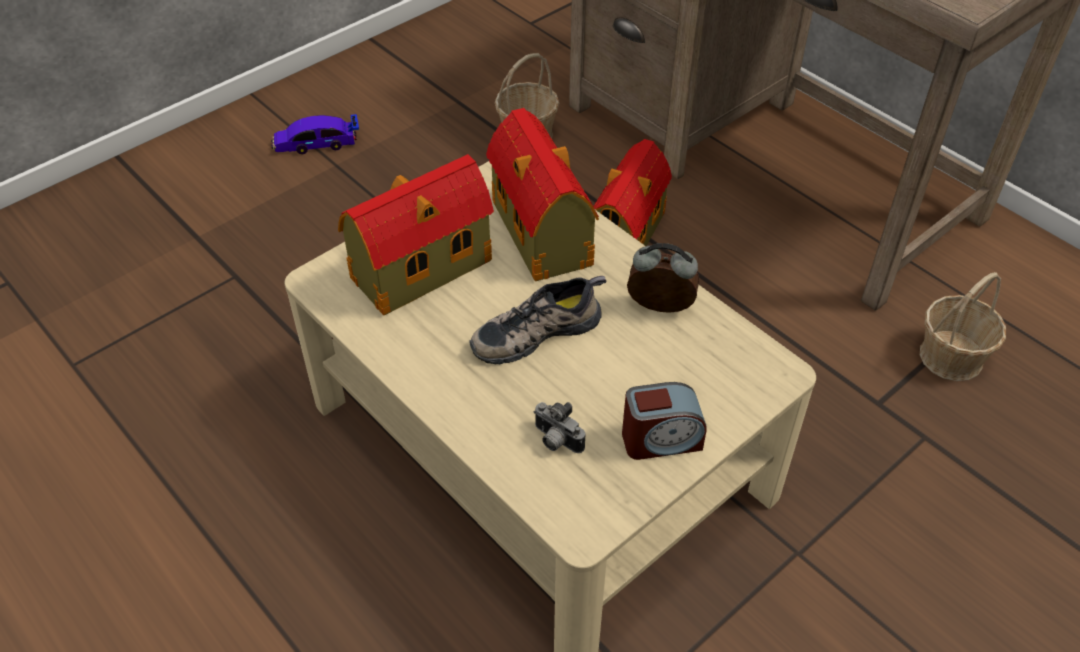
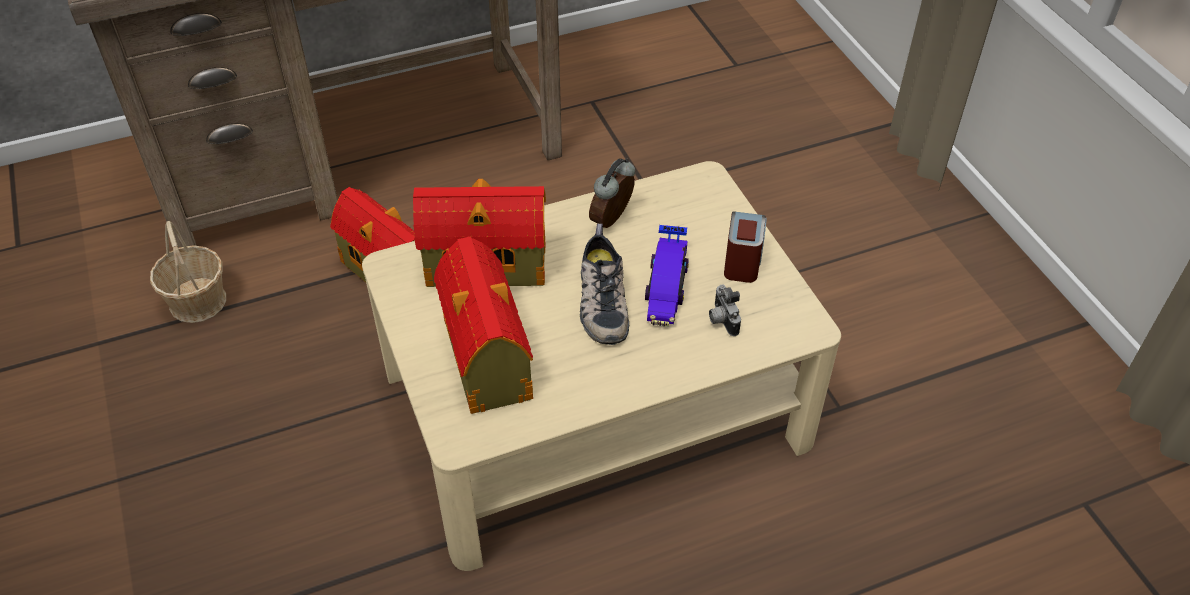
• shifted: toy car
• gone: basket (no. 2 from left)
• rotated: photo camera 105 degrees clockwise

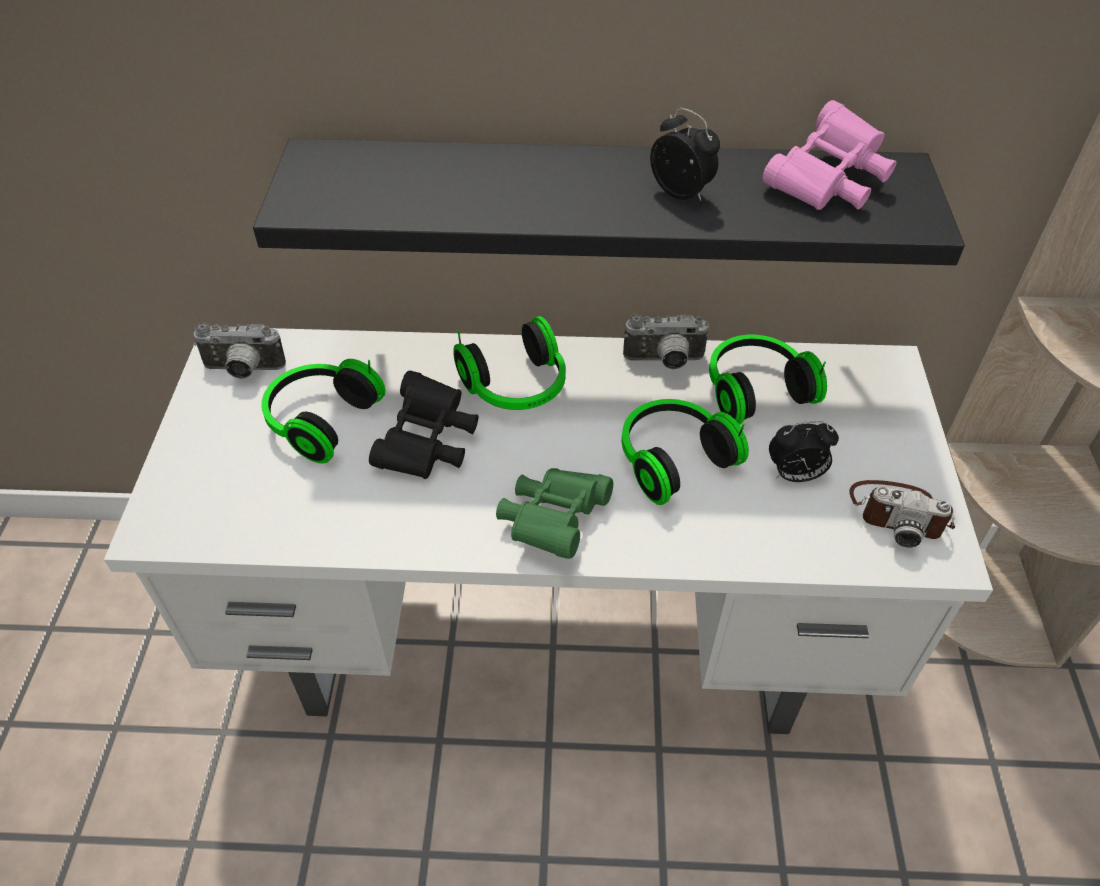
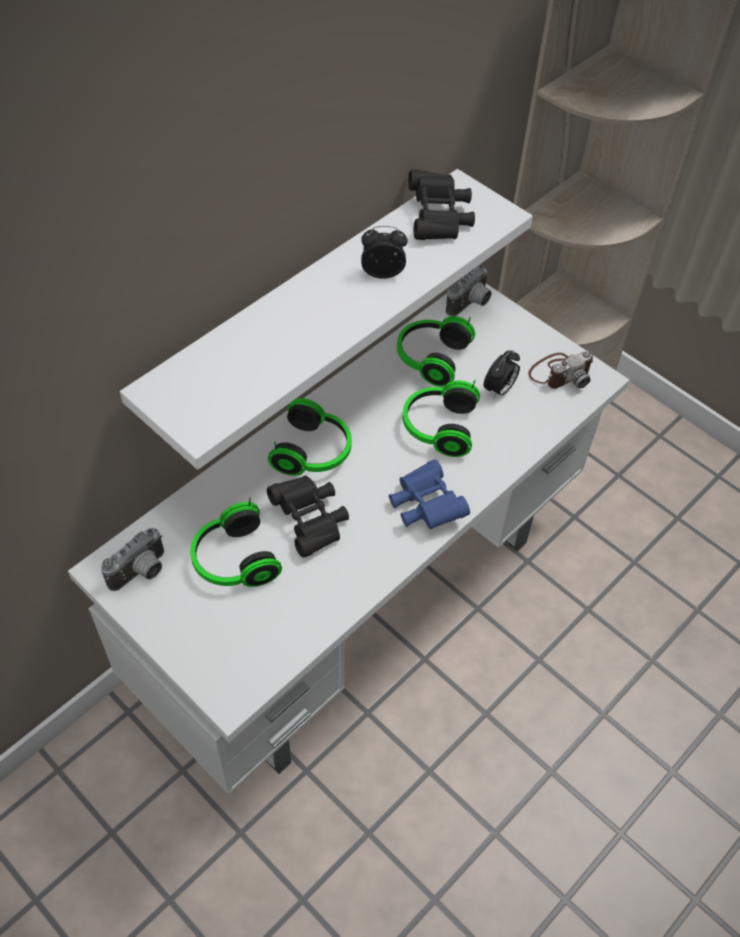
• repainted: pink binoculars to black binoculars (no. 2 from left)
• repainted: black shelf to white shelf
• shifted: photo camera (no. 2 from left)
• repainted: green binoculars to blue binoculars

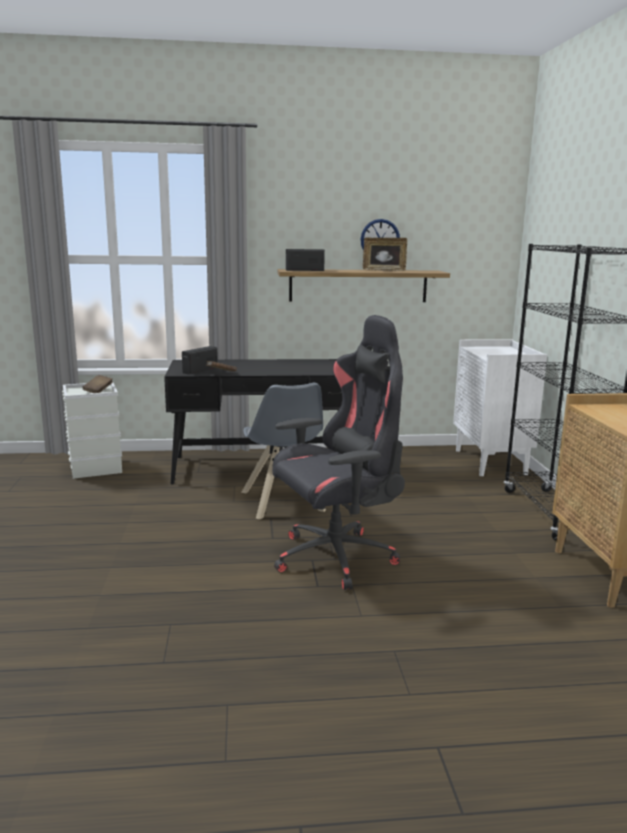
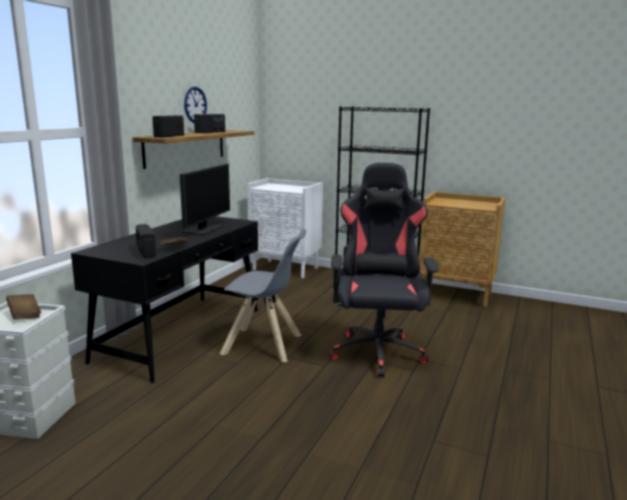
• swapped: picture frame to radio (no. 3 from left)
• new: monitor

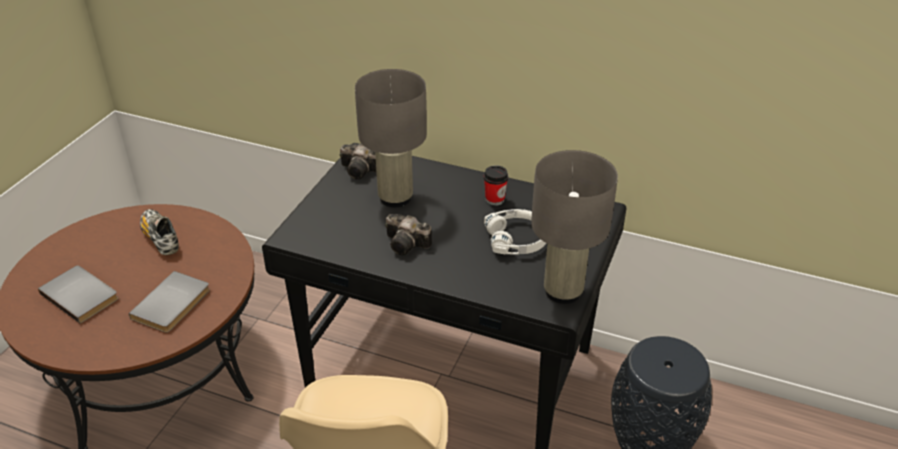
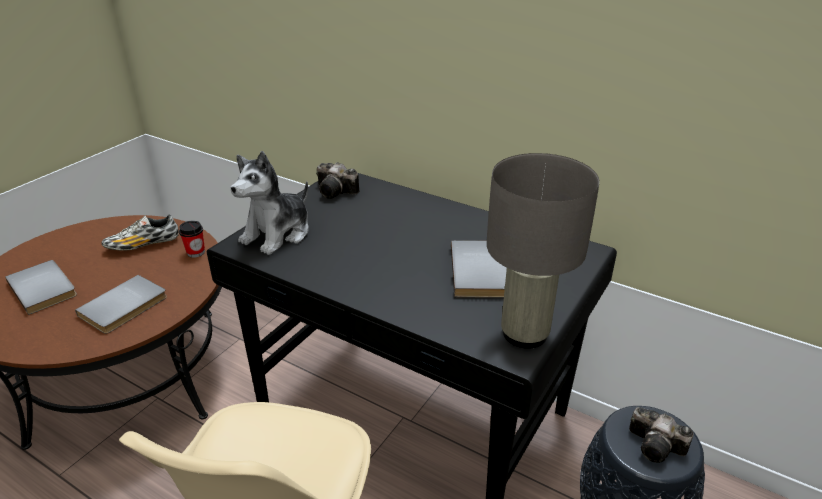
• gone: grey table lamp (no. 1 from left)
• shifted: cup
• rotated: shoe 90 degrees counterclockwise
• swapped: white headphones to grey book (no. 3 from left)
• shifted: photo camera (no. 2 from left)
• new: plush toy

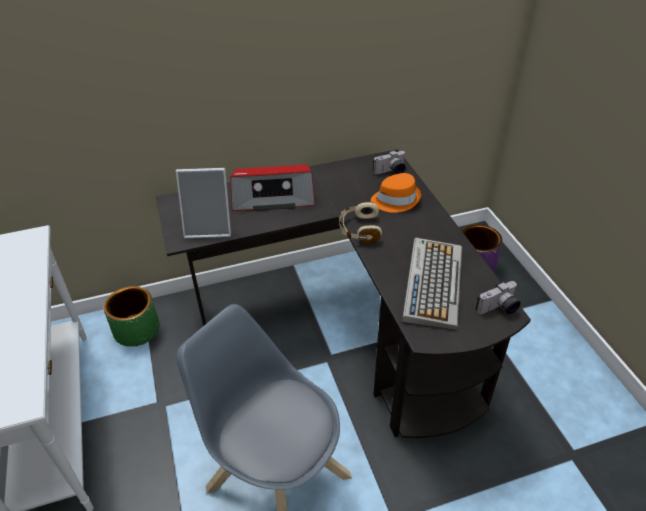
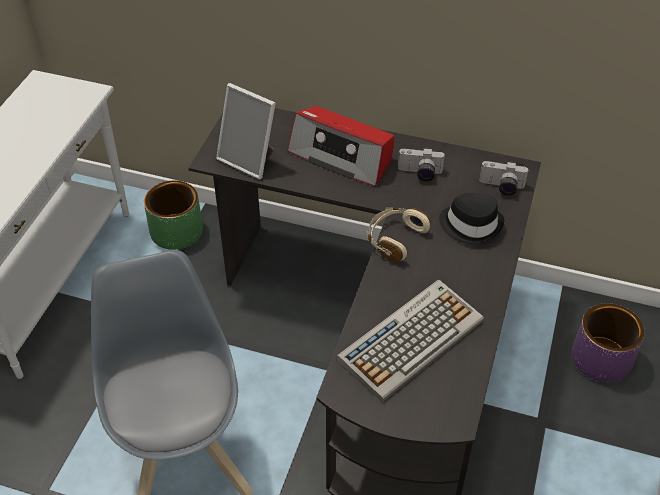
• repainted: orange hat to black hat
• shifted: photo camera (no. 2 from left in the first image) to photo camera (no. 1 from left)

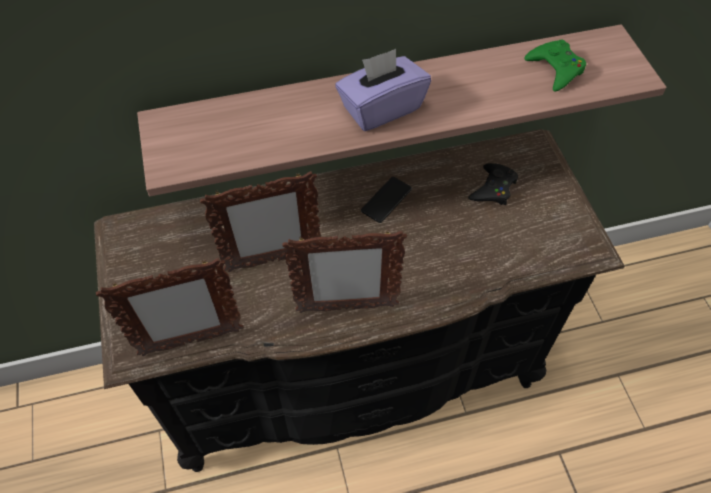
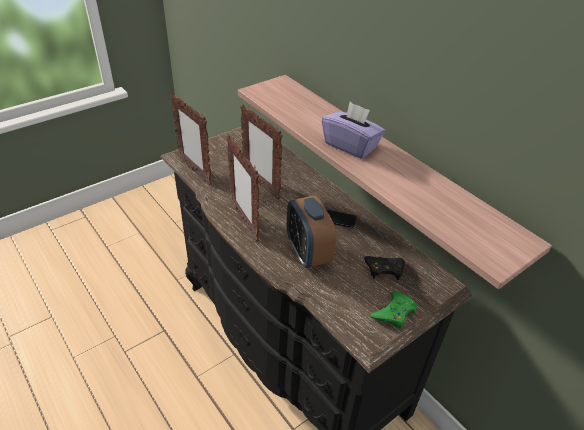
• shifted: green game controller
• new: alarm clock

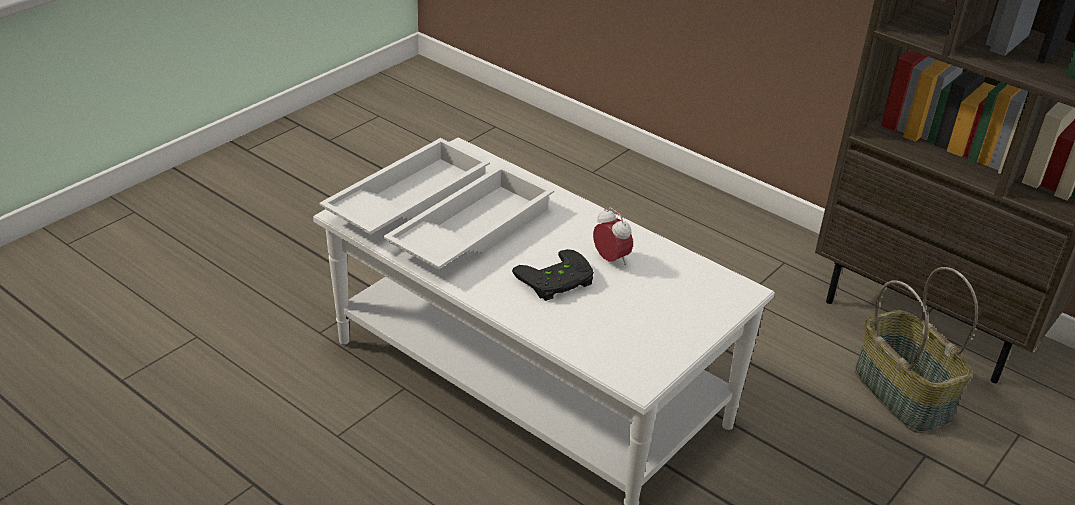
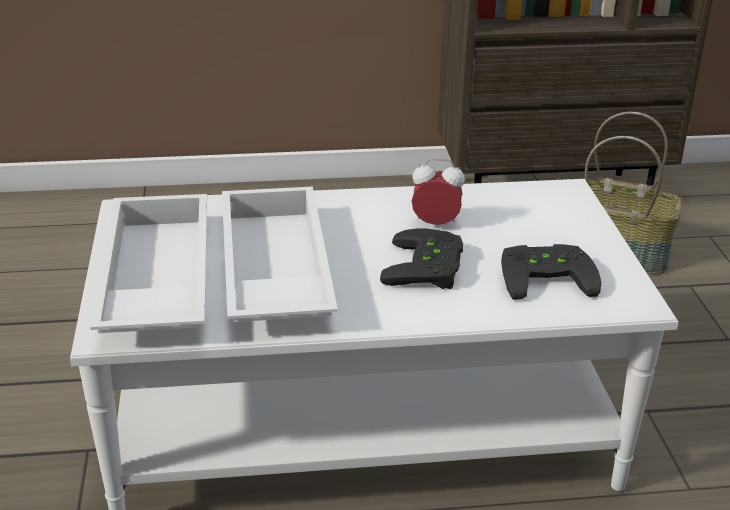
• new: black game controller (no. 2 from left)

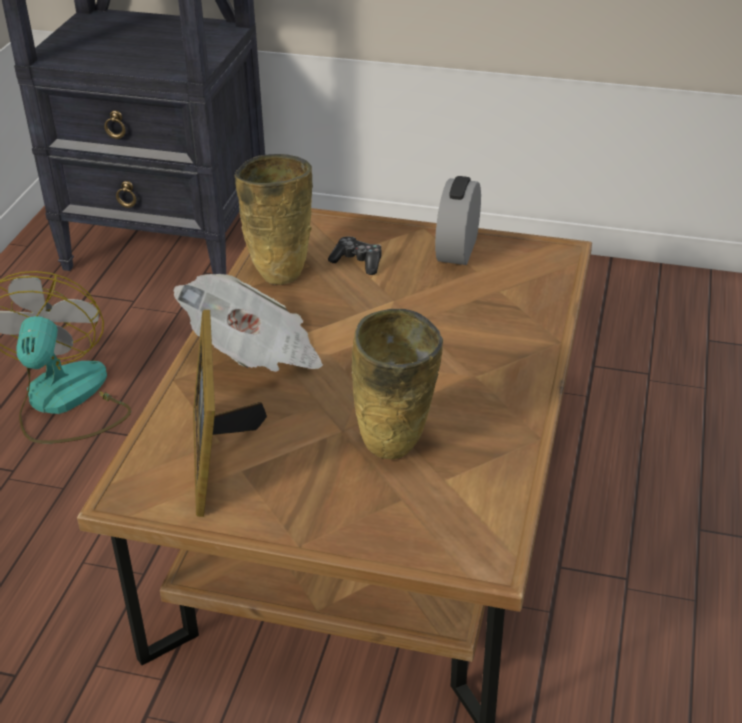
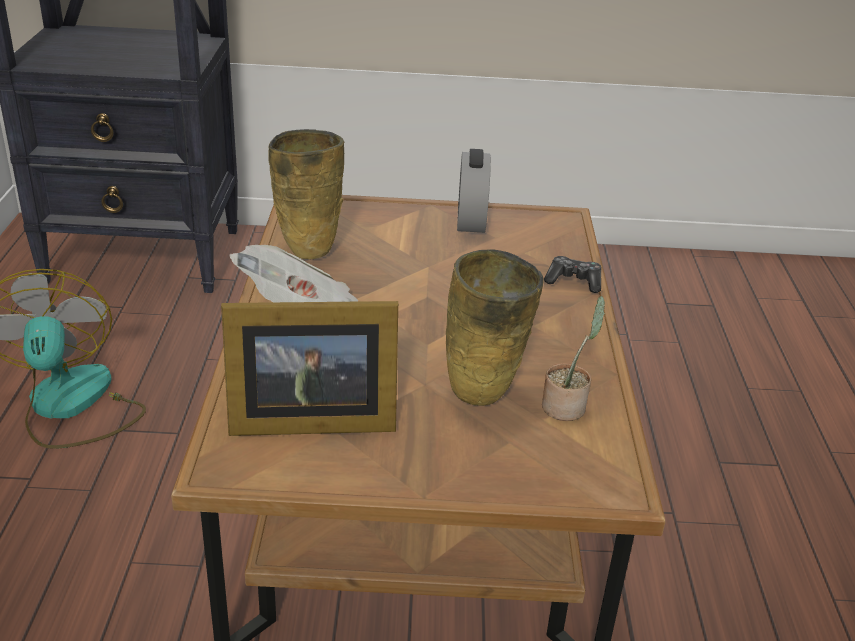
• shifted: game controller
• rotated: picture frame 75 degrees counterclockwise
• new: potted plant

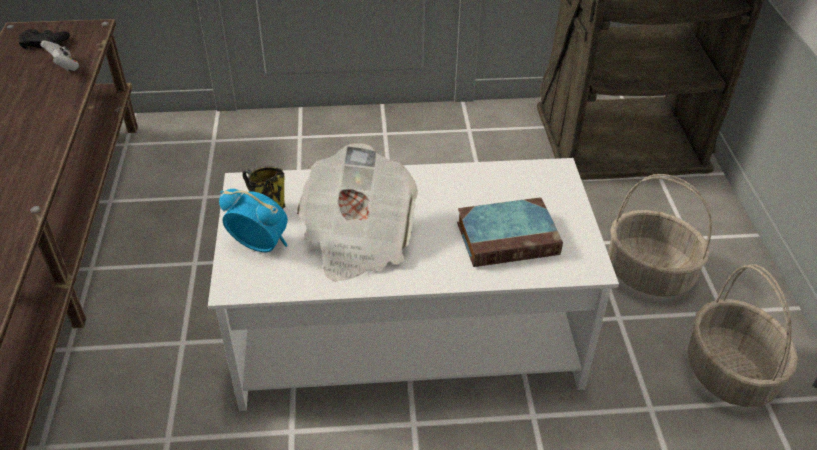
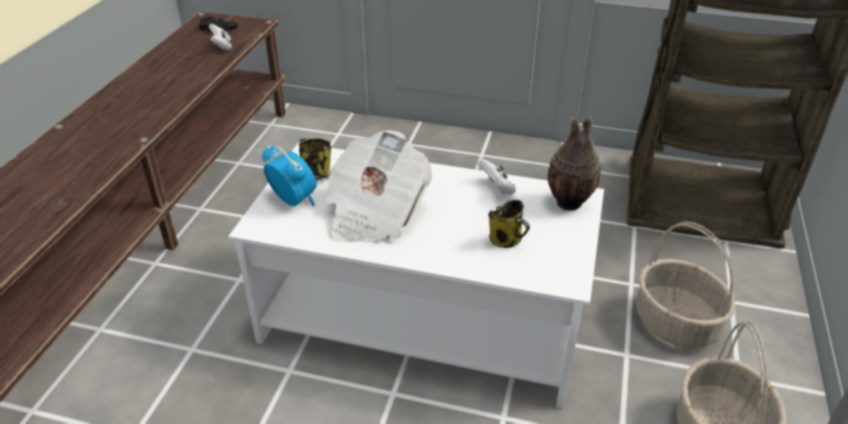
• swapped: book to mug (no. 2 from left)
• new: vase
• new: white game controller (no. 2 from left)

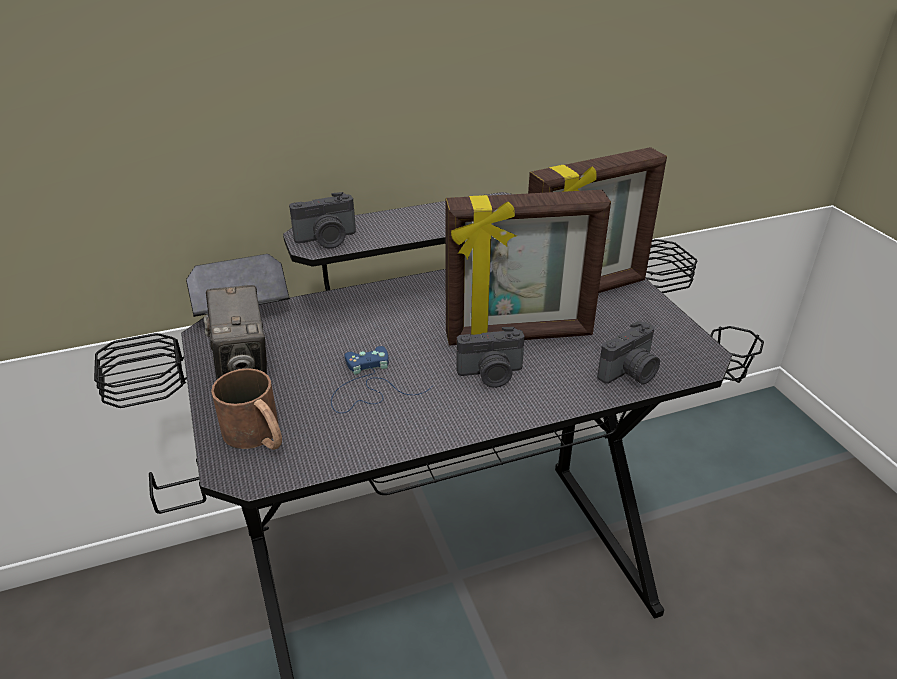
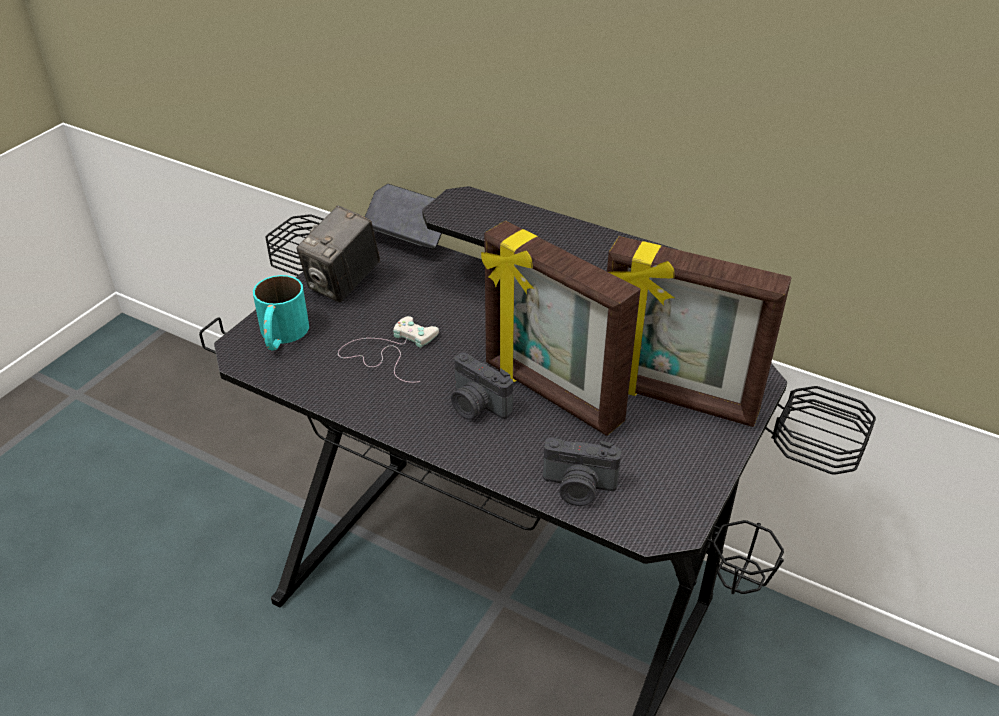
• gone: photo camera (no. 2 from left)
• repainted: blue game controller to white game controller
• repainted: brown mug to turquoise mug

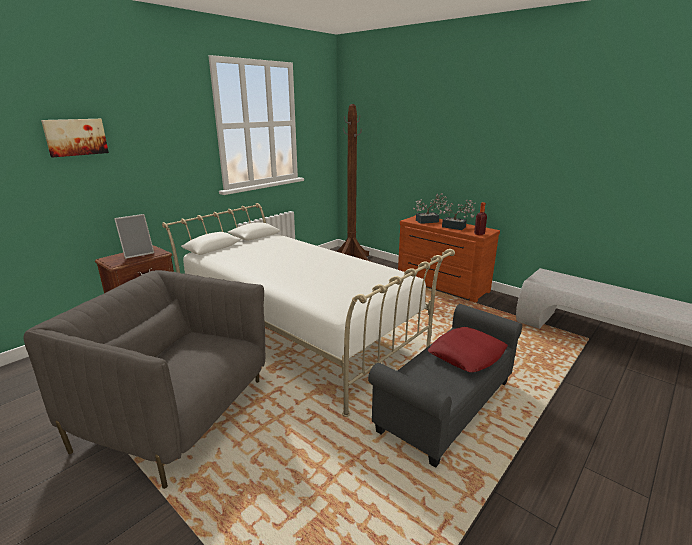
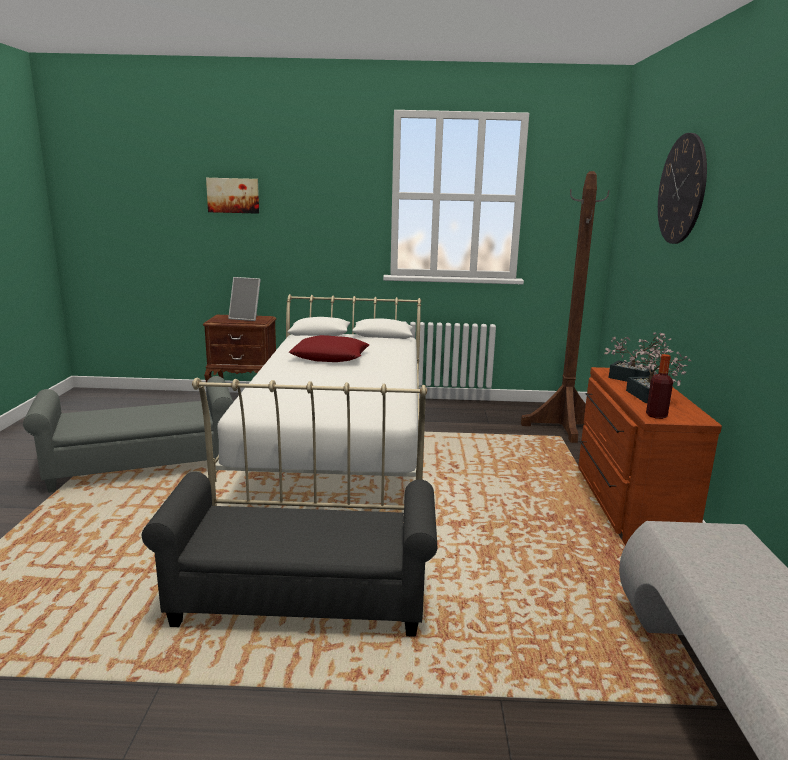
• swapped: grey armchair to grey ottoman (no. 1 from left)
• shifted: red pillow
• new: wall clock

